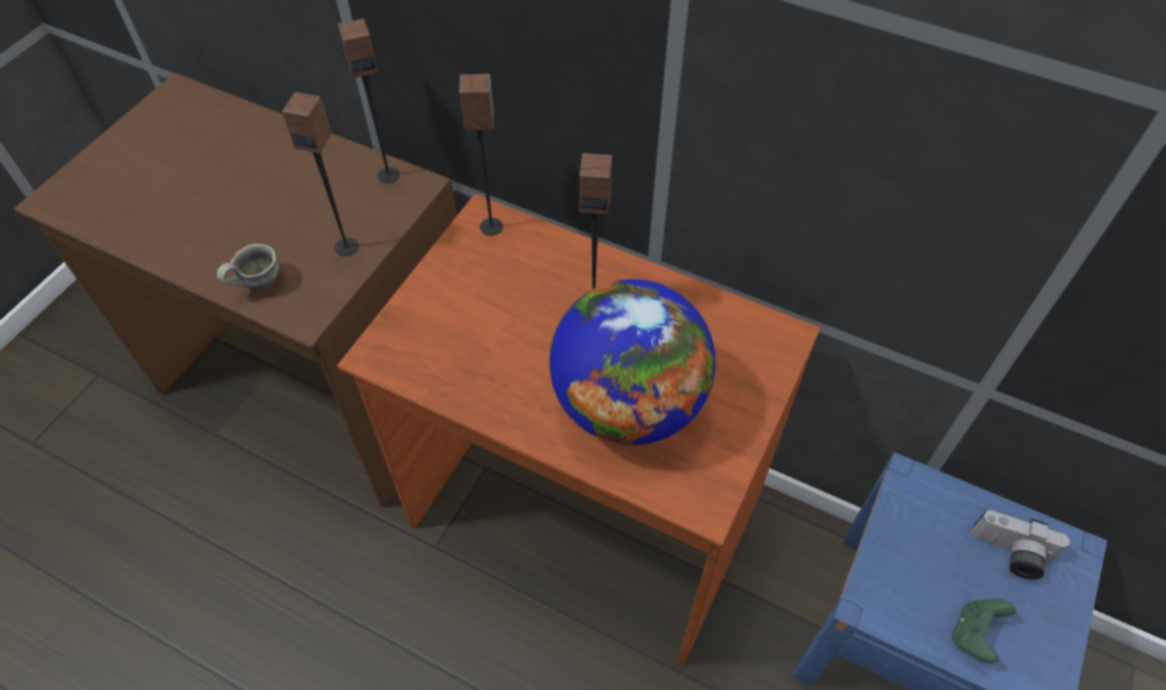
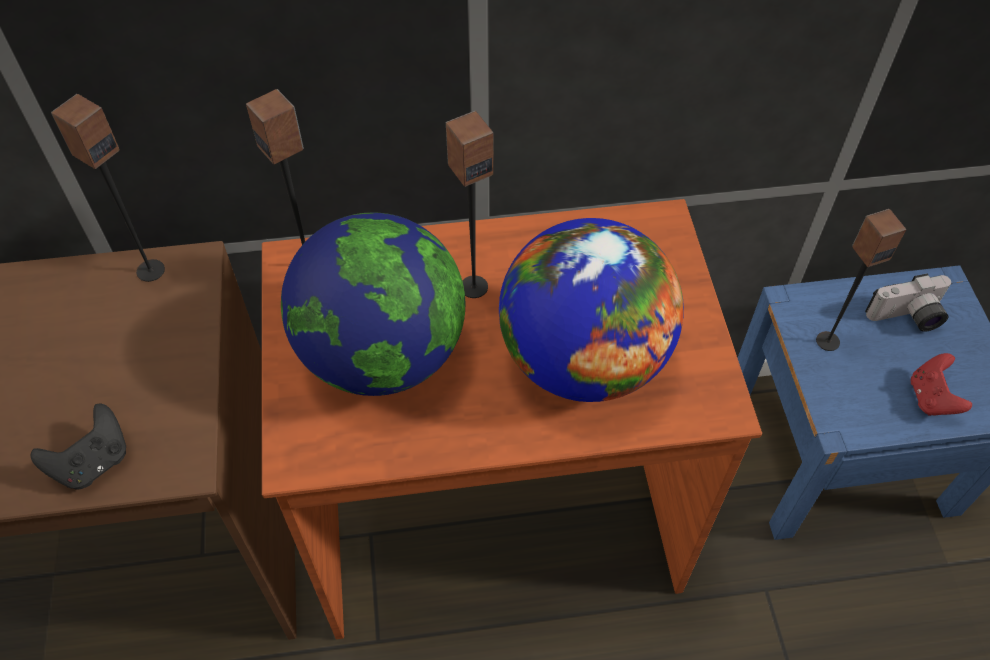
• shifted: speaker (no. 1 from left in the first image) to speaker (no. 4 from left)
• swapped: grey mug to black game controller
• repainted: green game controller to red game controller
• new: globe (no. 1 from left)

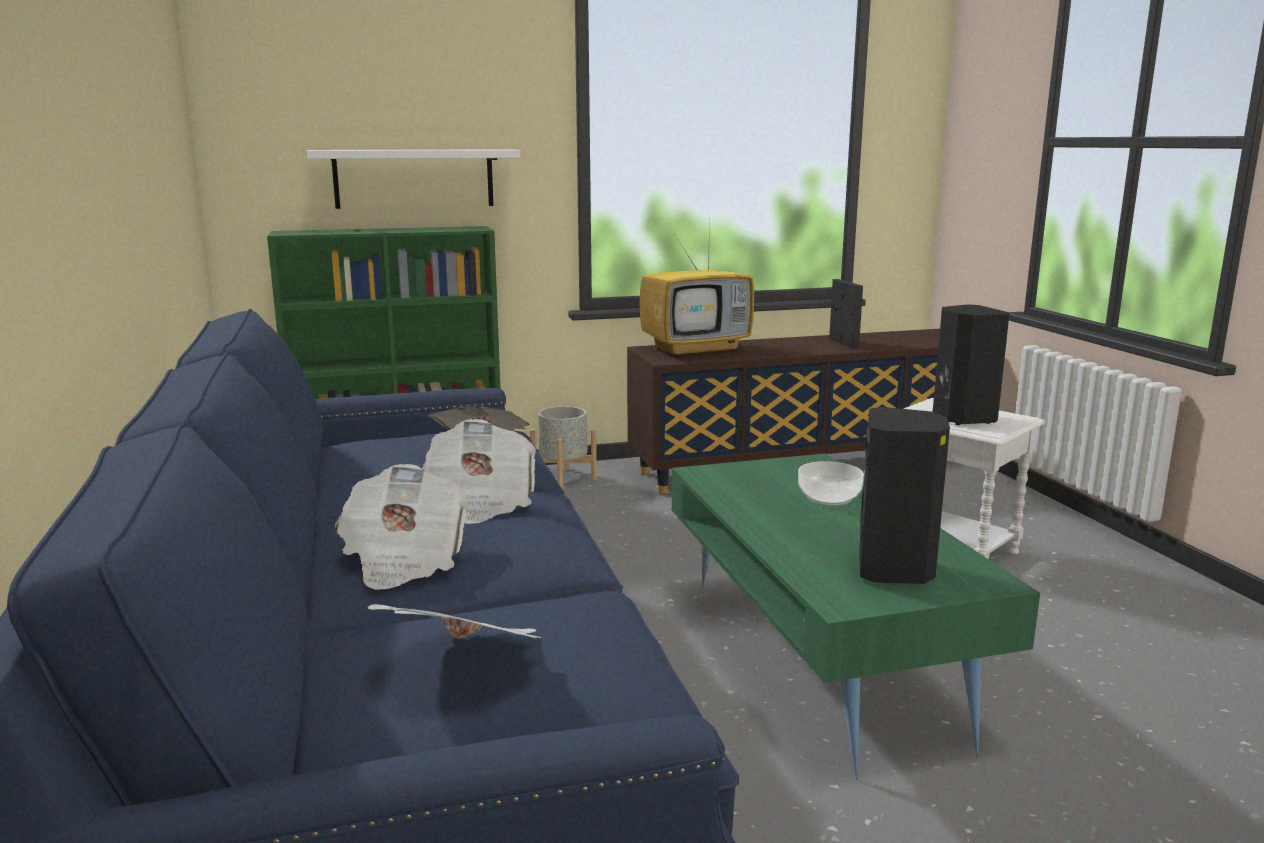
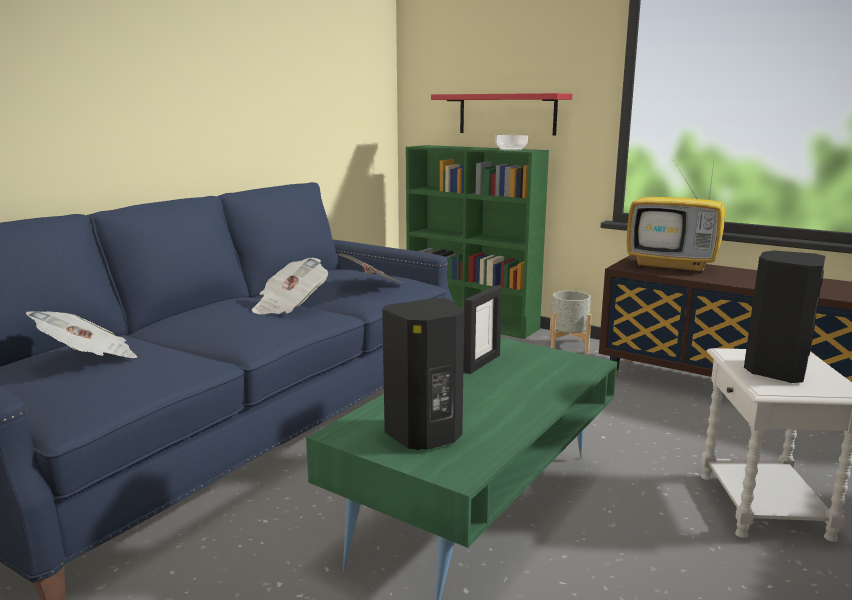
• repainted: white shelf to red shelf
• shifted: picture frame
• shifted: bowl
• gone: newspaper (no. 1 from left)

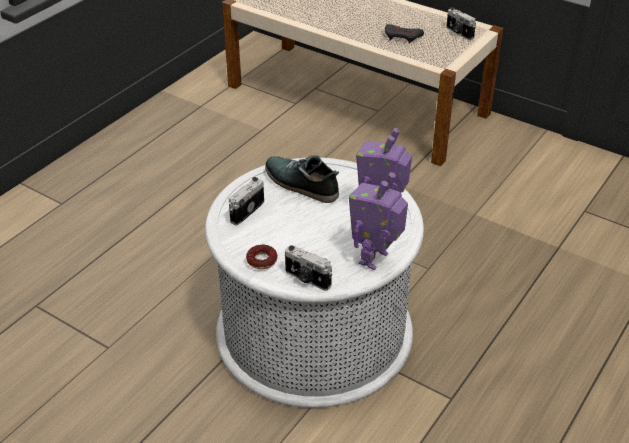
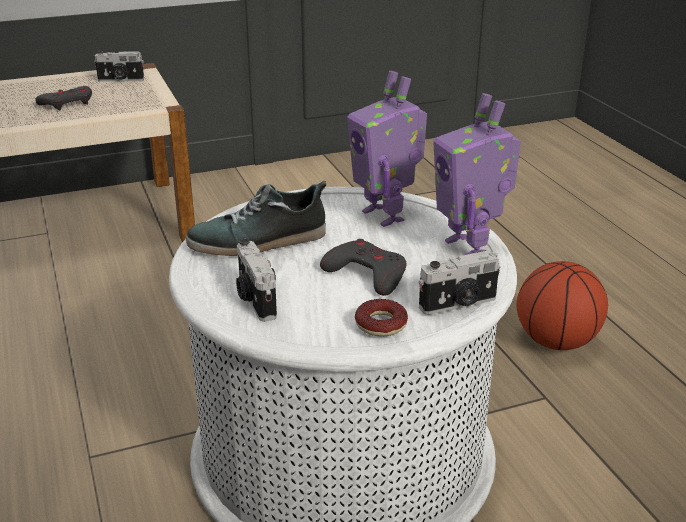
• new: grey game controller (no. 2 from left)
• new: basketball

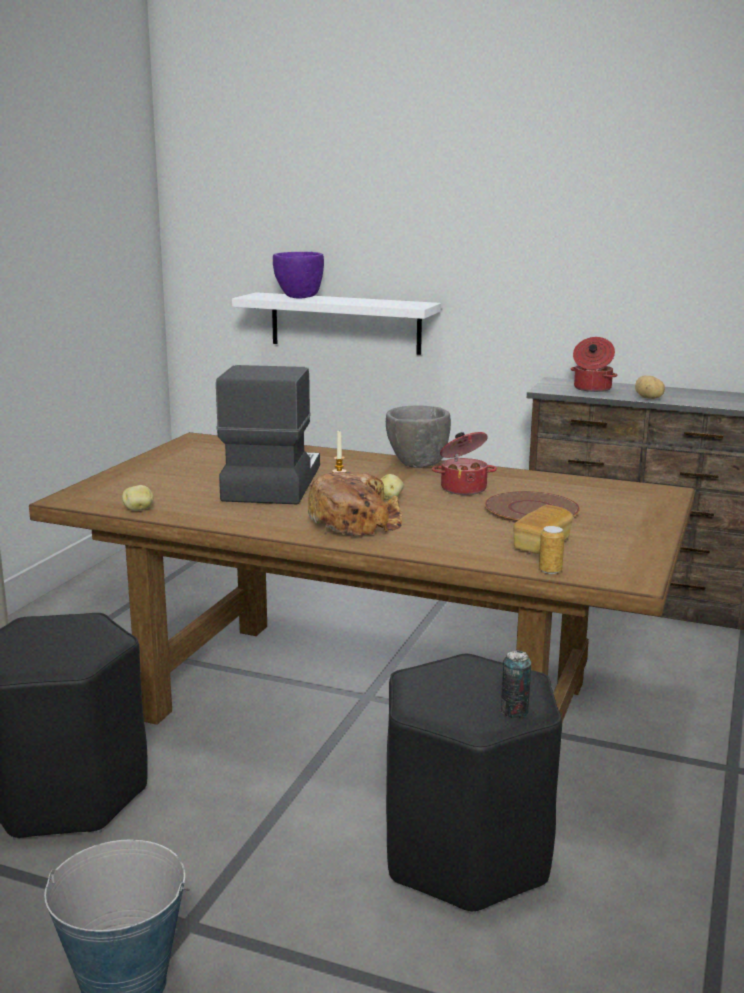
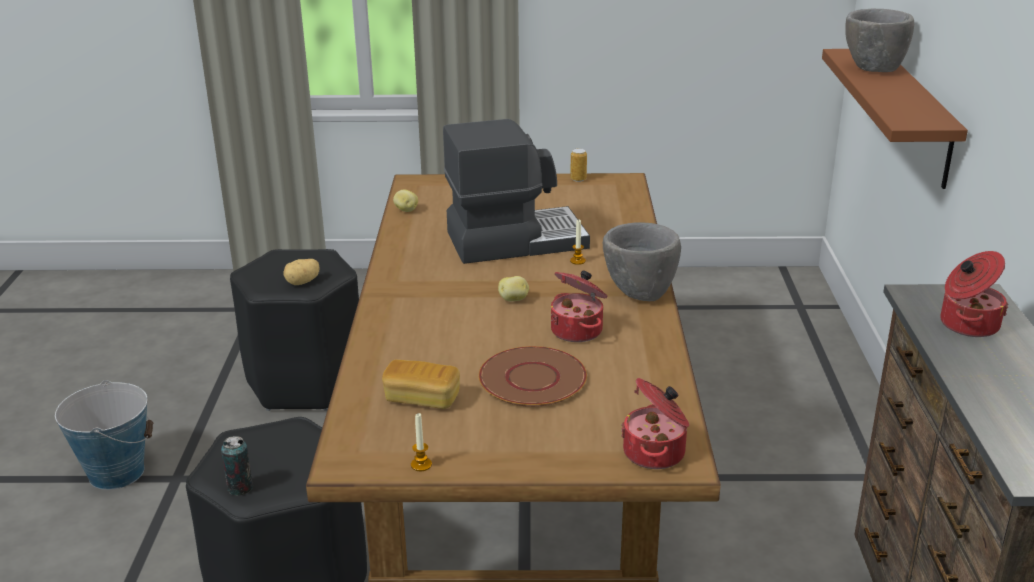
• repainted: purple bowl to grey bowl (no. 2 from left)
• repainted: white shelf to brown shelf
• shifted: potato (no. 3 from left in the first image) to potato (no. 1 from left)
• gone: bread (no. 1 from left)
• shifted: can (no. 2 from left)
• new: cooking pot (no. 2 from left)
• new: candle (no. 1 from left)

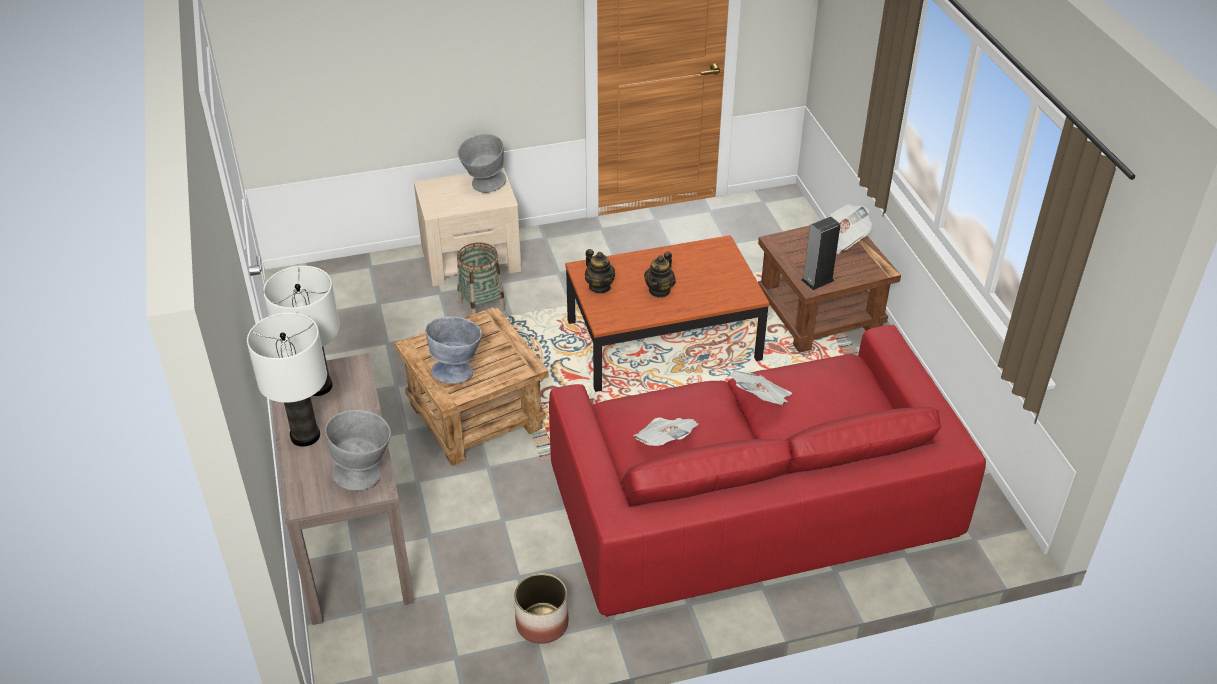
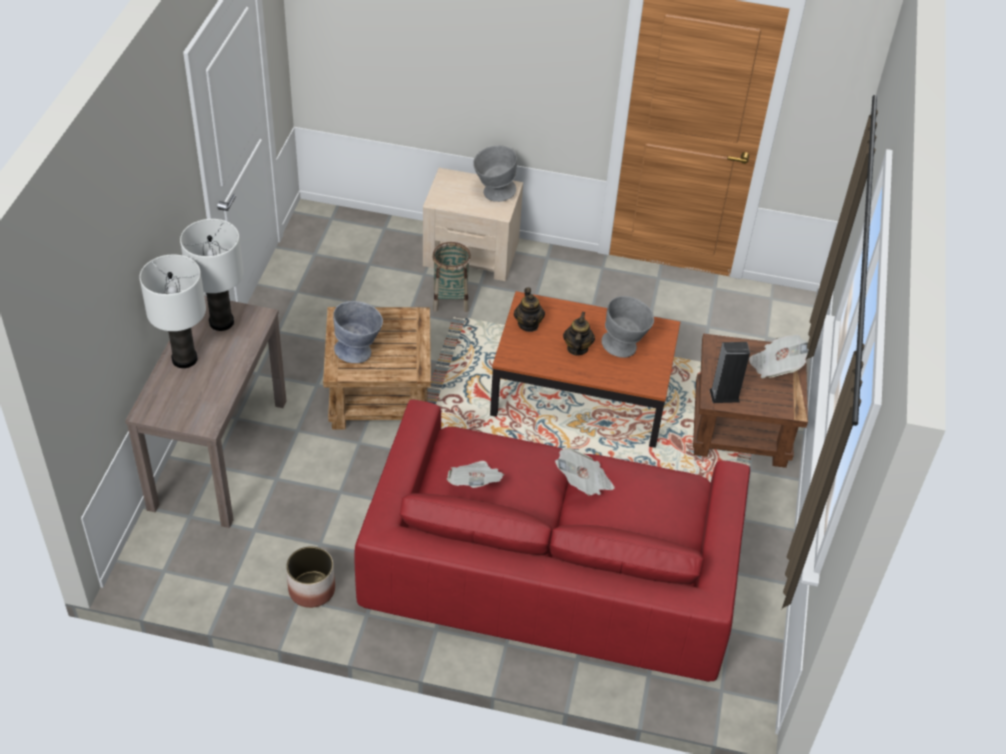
• rotated: teapot (no. 2 from left) 135 degrees clockwise
• shifted: grey bowl (no. 1 from left in the first image) to grey bowl (no. 3 from left)

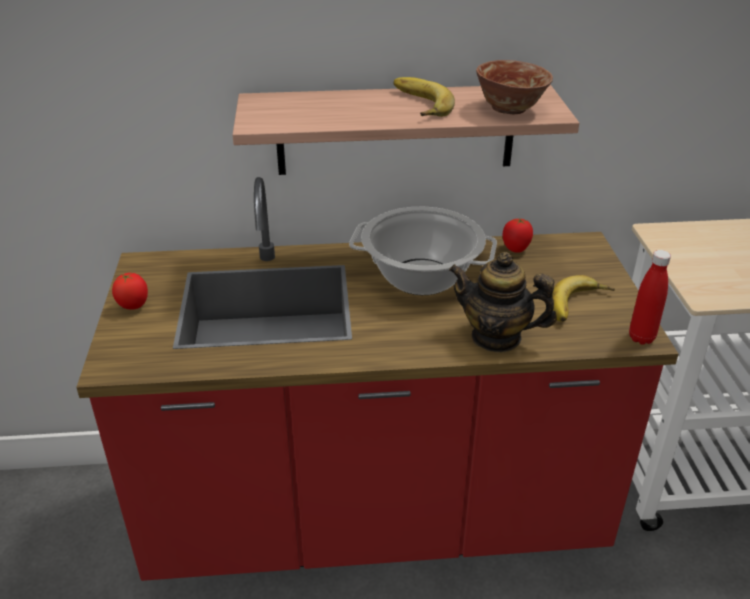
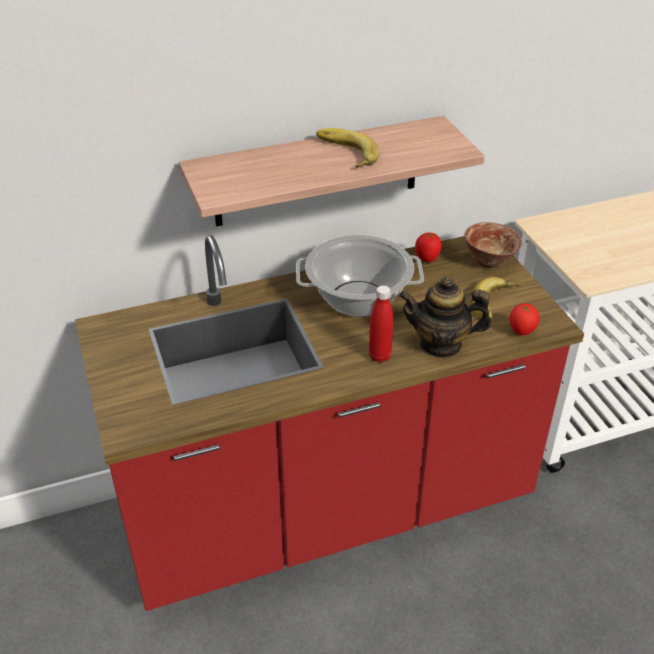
• shifted: bowl
• shifted: red bottle
• shifted: tomato (no. 1 from left in the first image) to tomato (no. 2 from left)

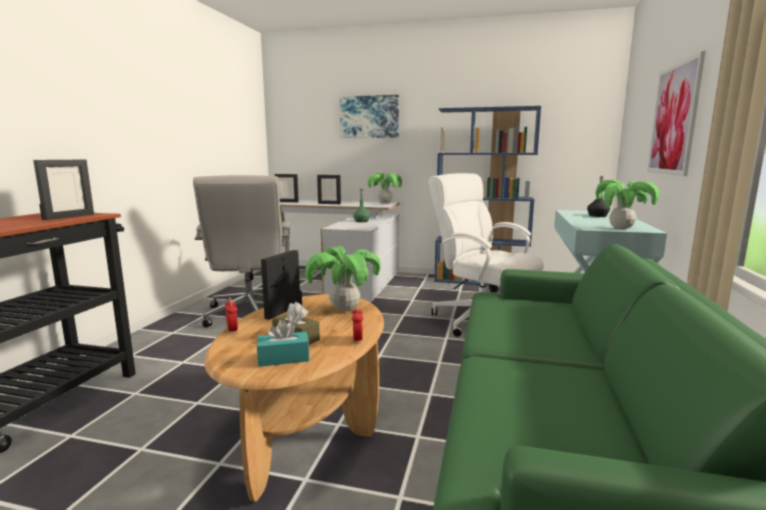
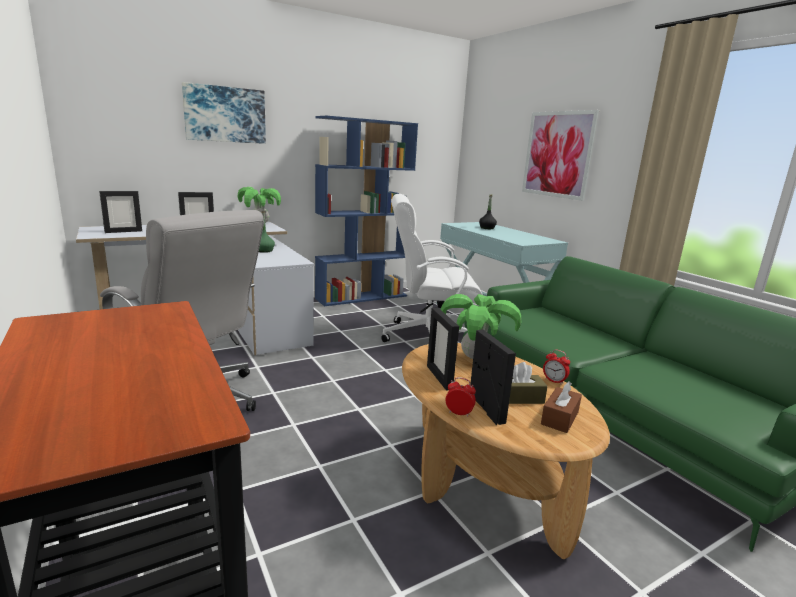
• shifted: picture frame (no. 1 from left in the first image) to picture frame (no. 4 from left)
• gone: potted plant (no. 3 from left)
• repainted: turquoise tissue box to brown tissue box (no. 2 from left)

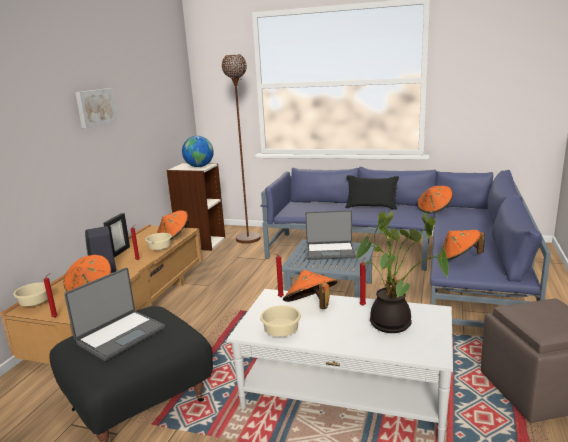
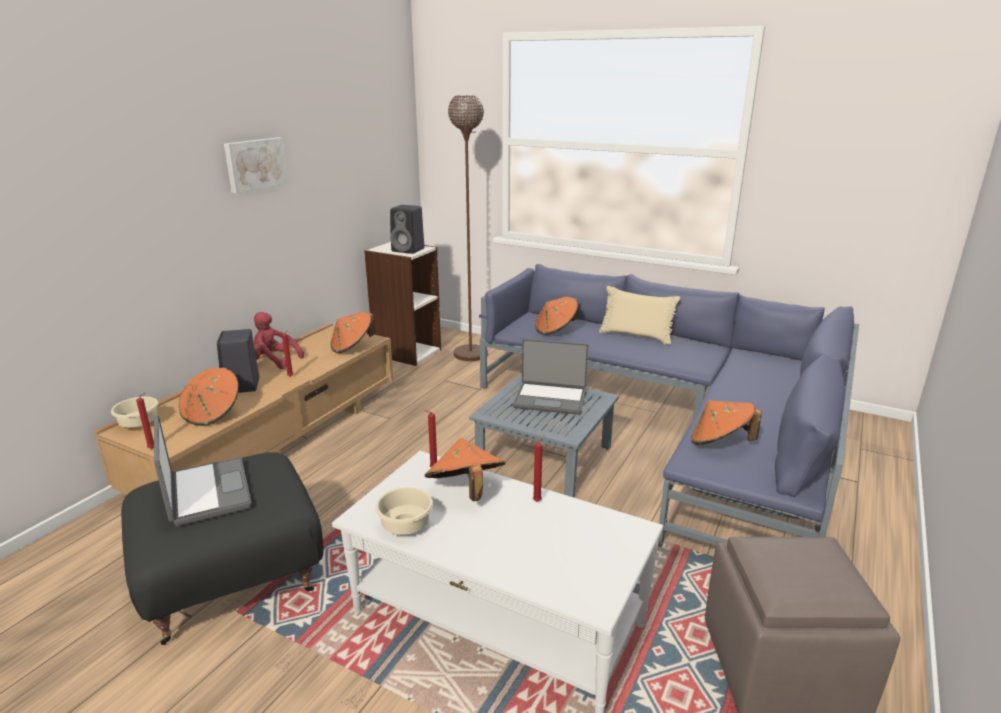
• swapped: globe to black speaker (no. 2 from left)
• repainted: black pillow to beige pillow
• shifted: orange hat (no. 4 from left)
• gone: potted plant
• swapped: picture frame to red plush toy
• gone: beige bowl (no. 2 from left)
• rotated: laptop (no. 1 from left) 75 degrees counterclockwise

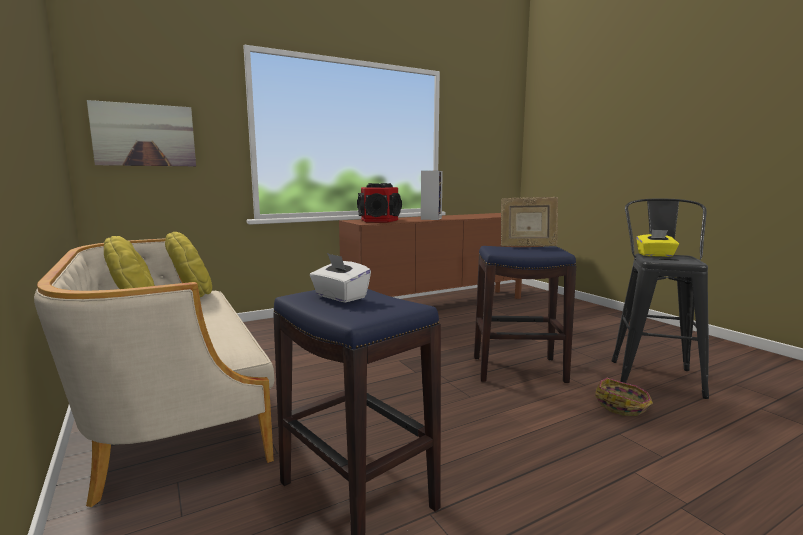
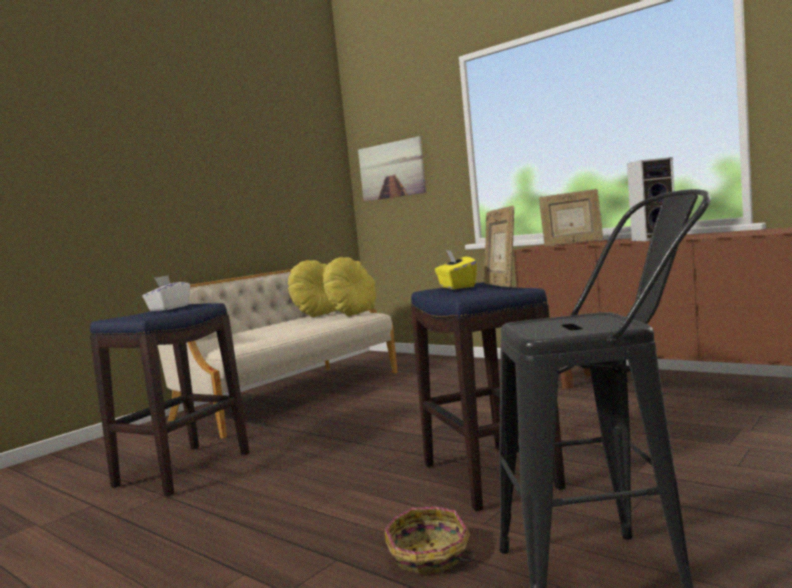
• swapped: speaker (no. 1 from left) to picture frame (no. 2 from left)
• shifted: yellow tissue box

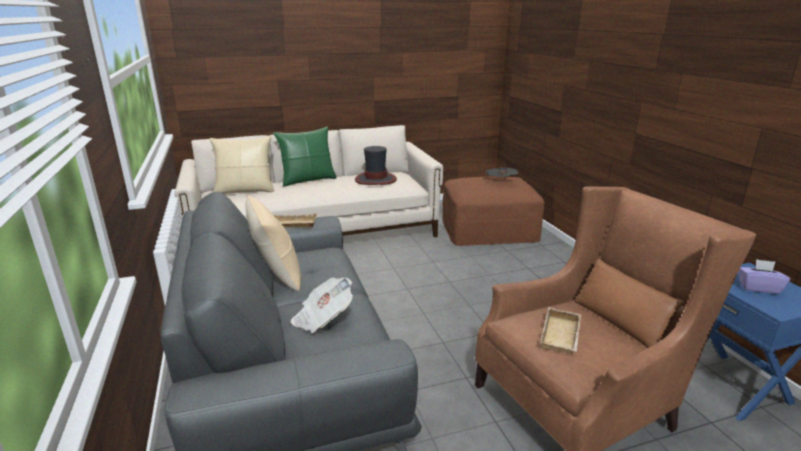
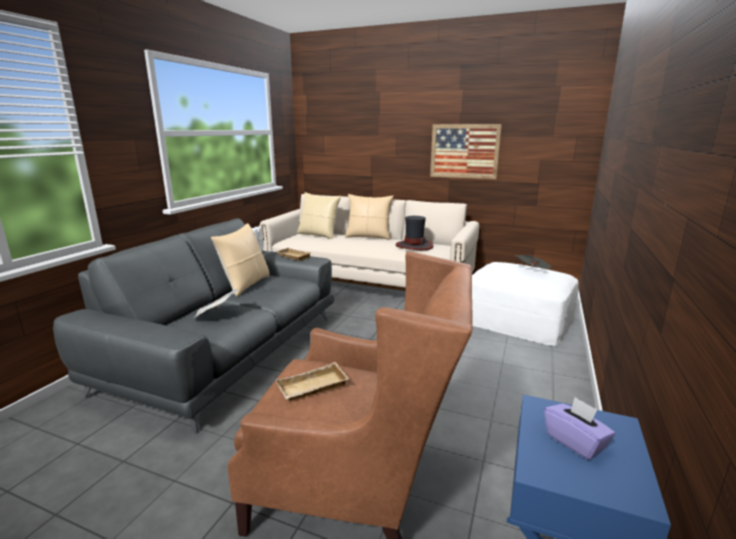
• repainted: green pillow to beige pillow (no. 3 from left)
• repainted: brown ottoman to white ottoman
• new: picture

